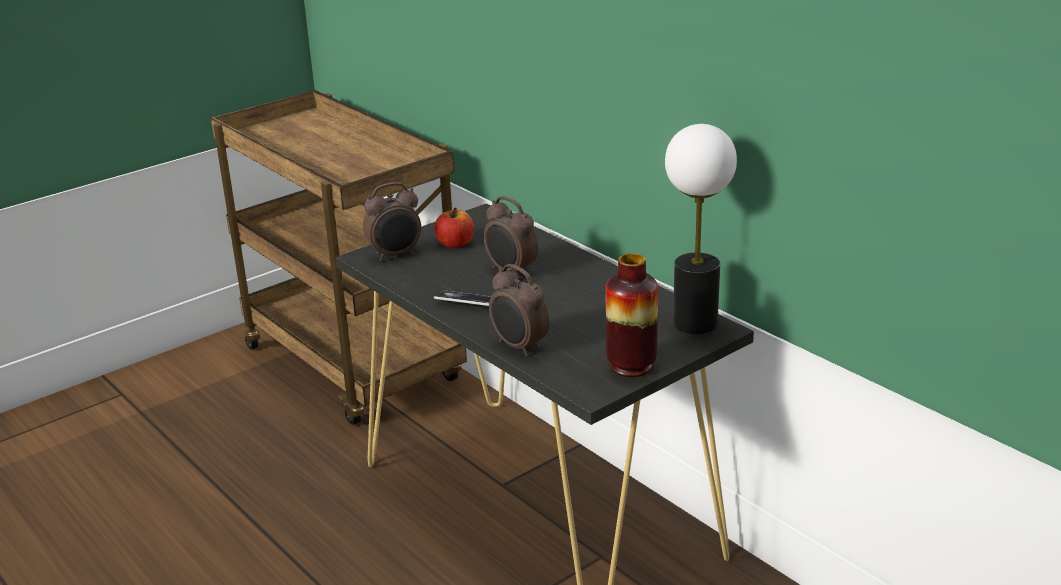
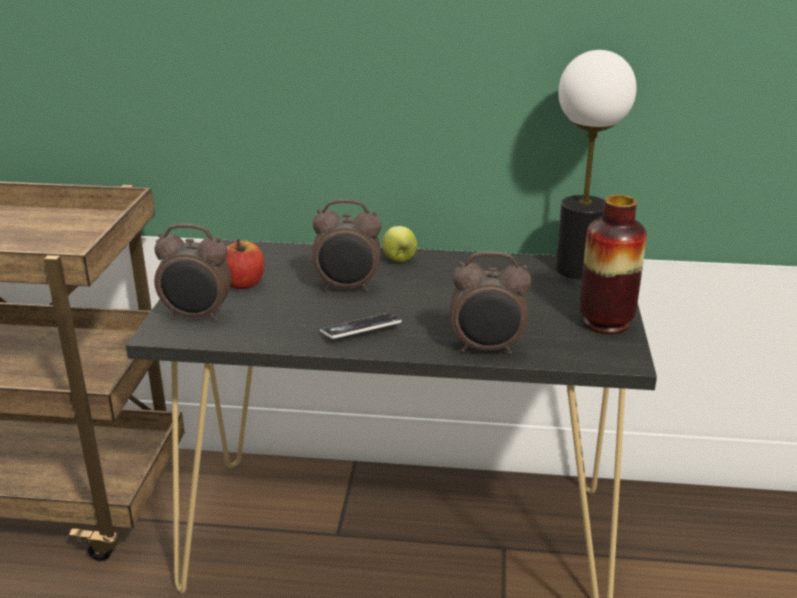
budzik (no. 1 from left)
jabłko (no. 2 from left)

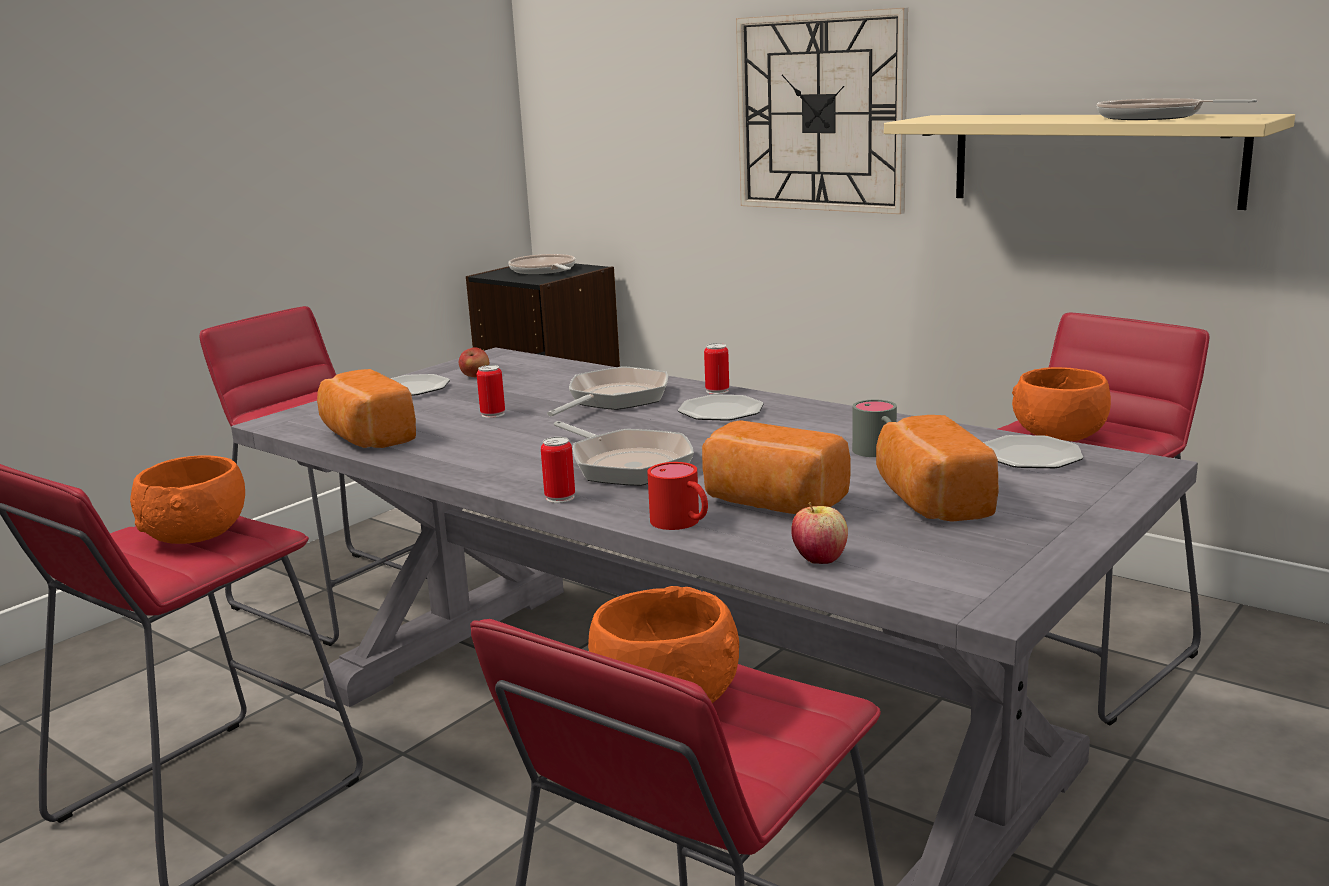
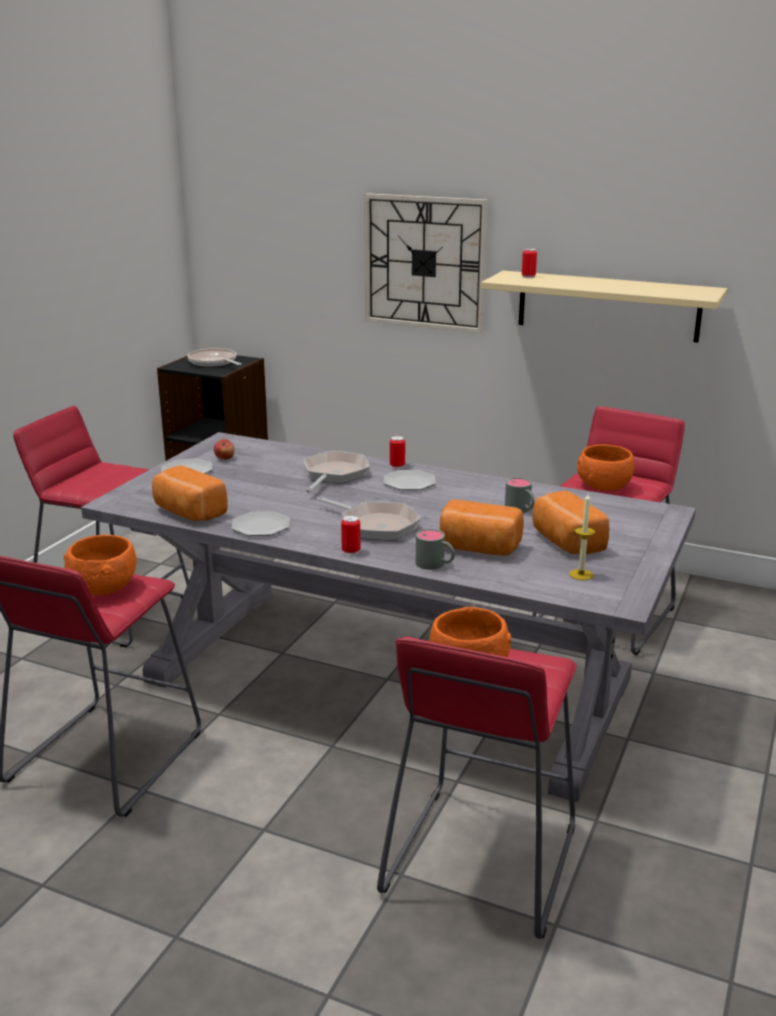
puszka (no. 3 from left)
kubek [szary] (no. 1 from left)
jabłko (no. 2 from left in the first image)
talerz (no. 2 from left)
patelnia (no. 4 from left in the first image)
świeca

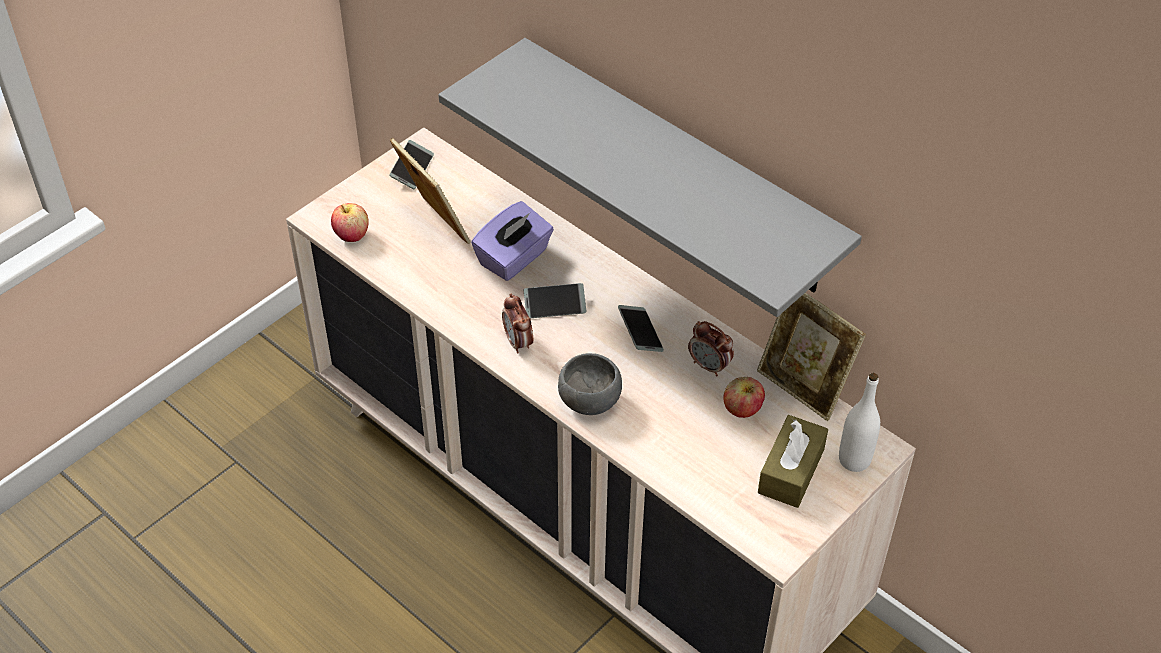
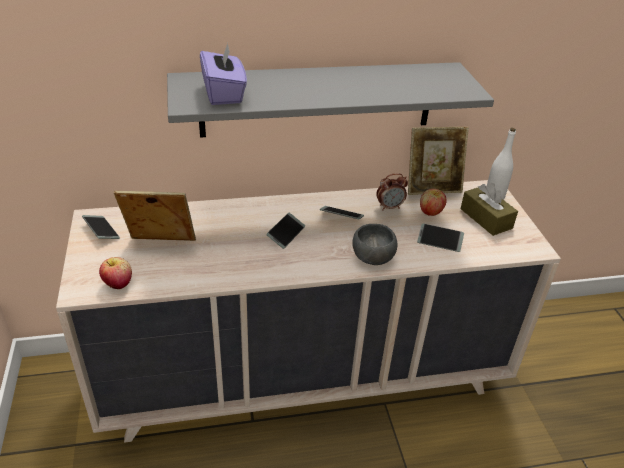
pudełko chusteczek [fioletowy]
budzik (no. 1 from left in the first image)
telefon (no. 4 from left)

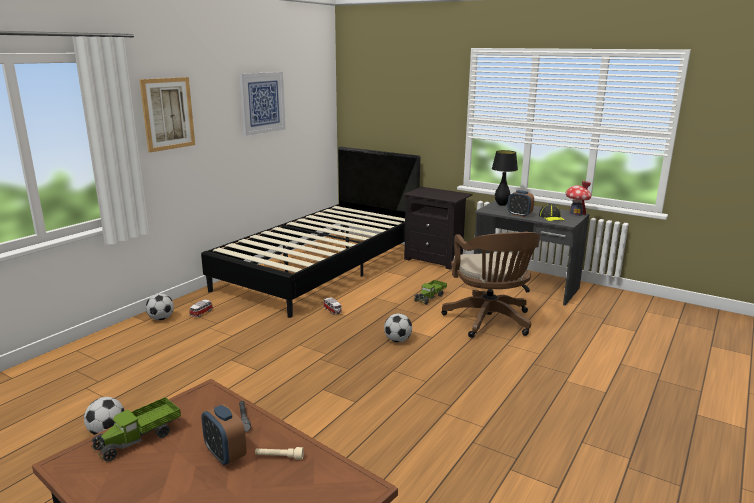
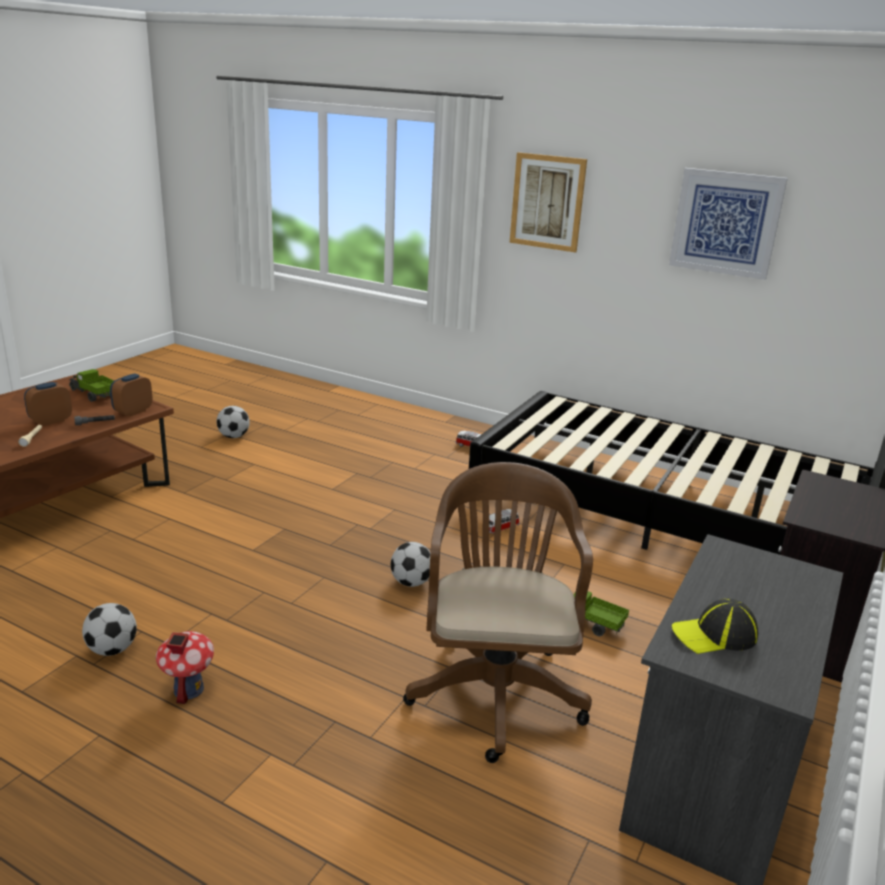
piłka futbolowa (no. 1 from left)
krzesło biurowe [brązowy]
lampa stołowa [czarny]
budzik (no. 2 from left)
domek

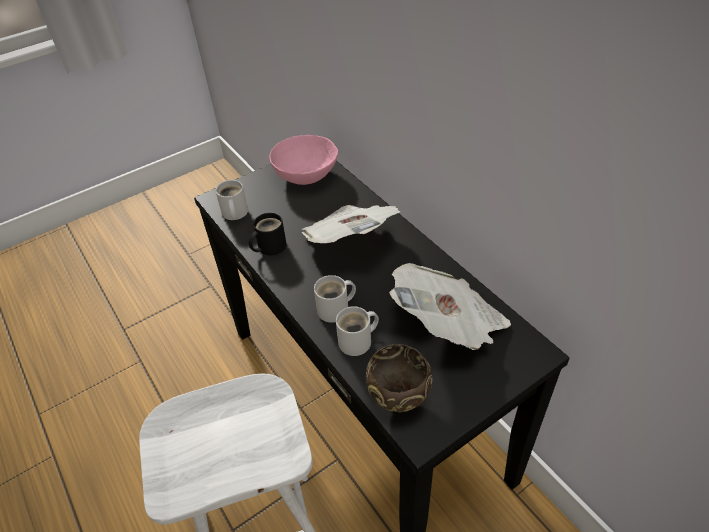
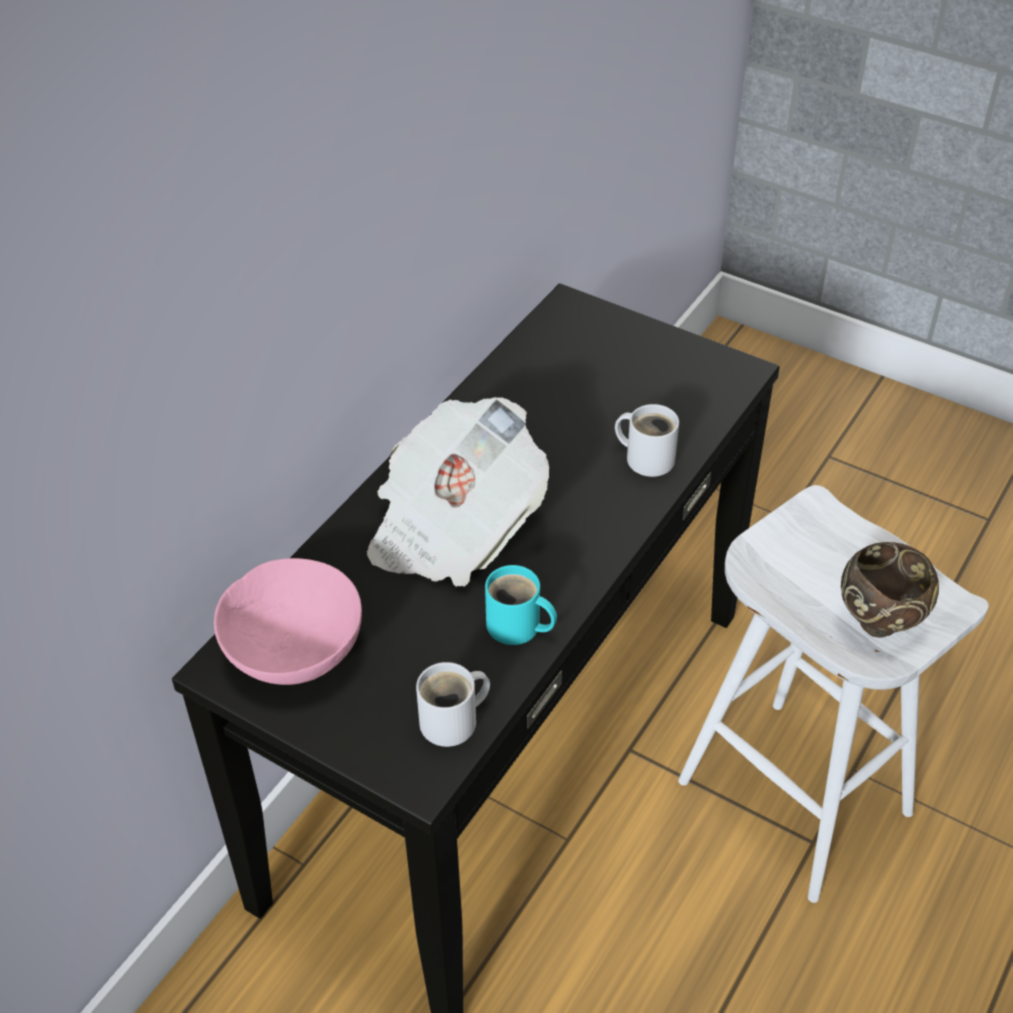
kubek [turkusowy]
kubek [biały] (no. 2 from left in the first image)
miska [brązowy]
gazeta (no. 2 from left in the first image)

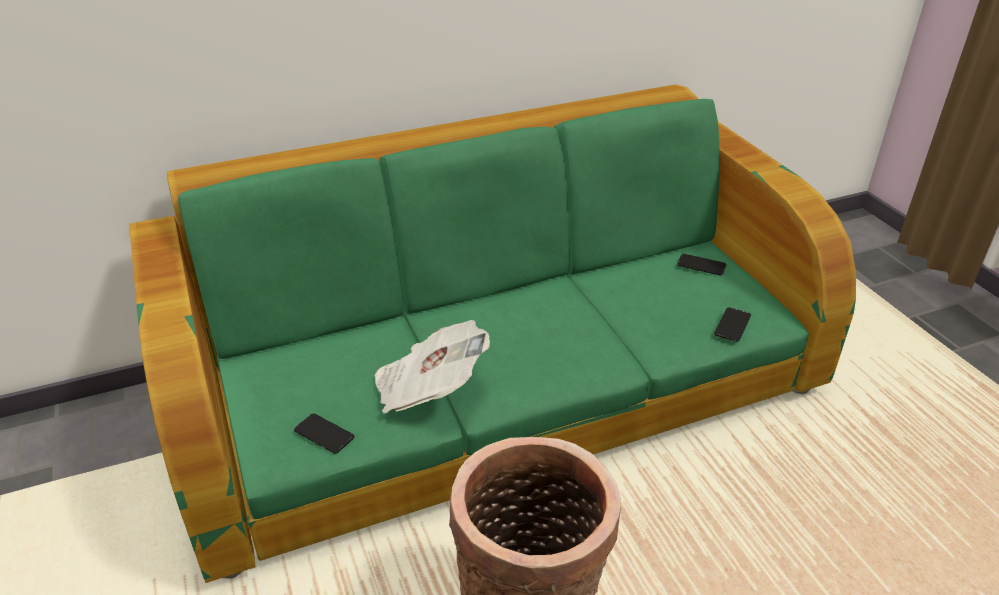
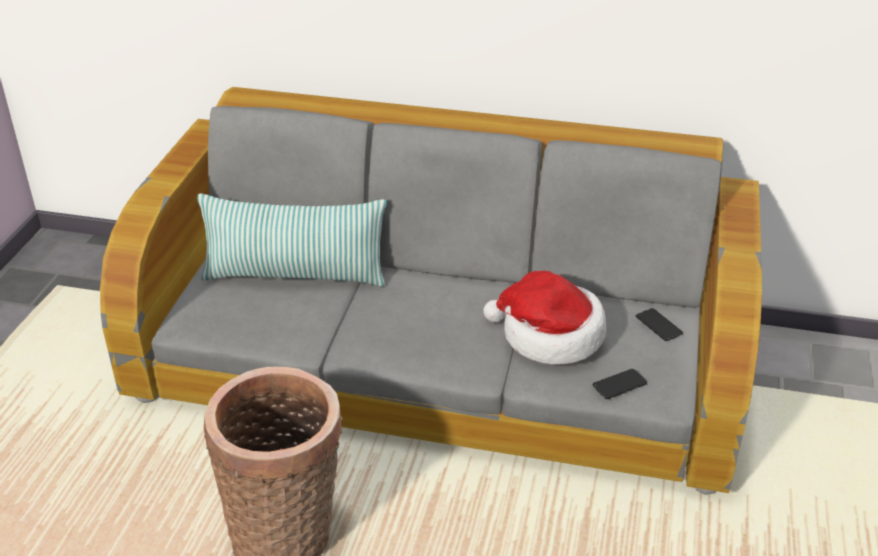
kanapa [szary]
telefon (no. 1 from left in the first image)
gazeta
poduszka
kapelusz

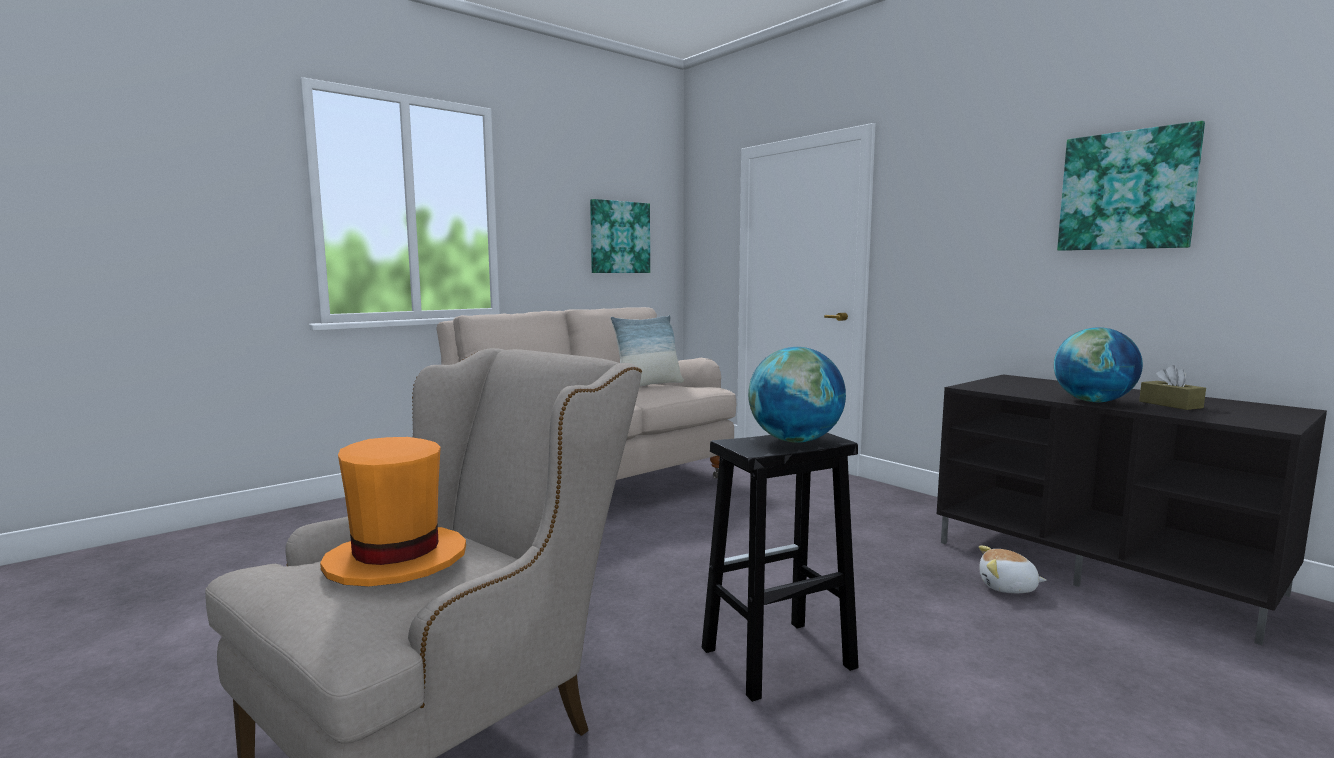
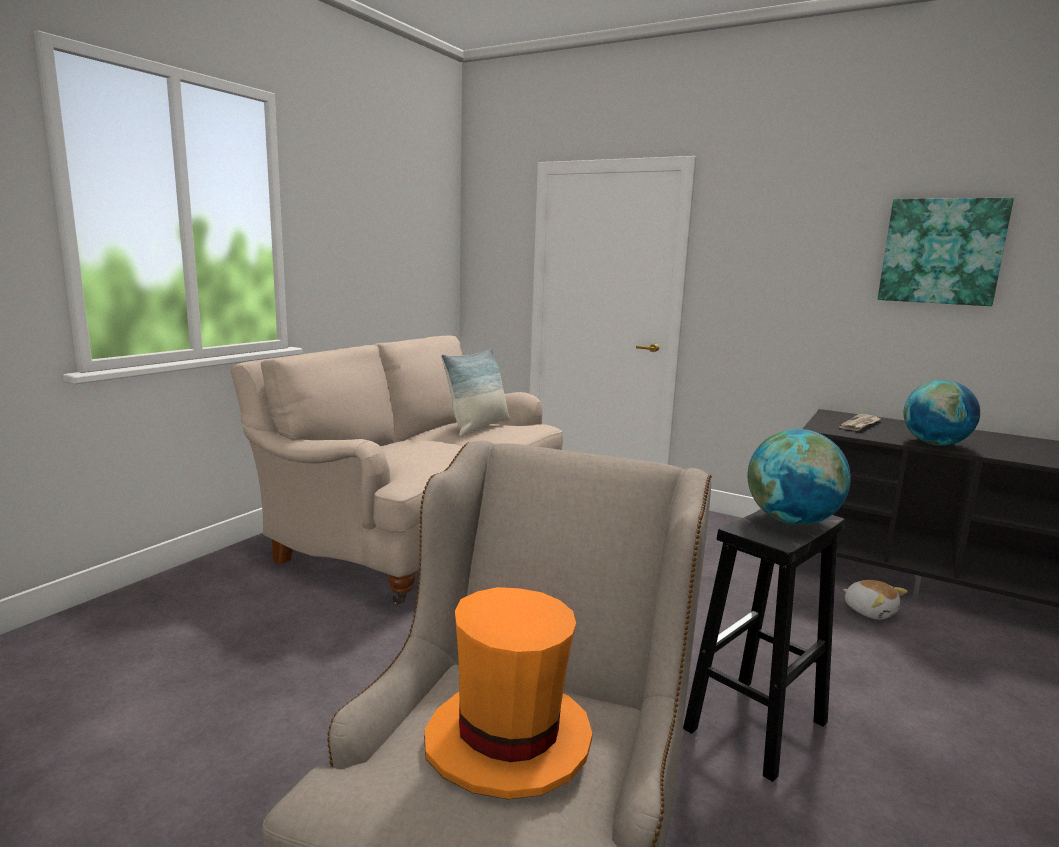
obraz (no. 1 from left in the first image)
pluszak
pudełko chusteczek [brązowy]
gazeta

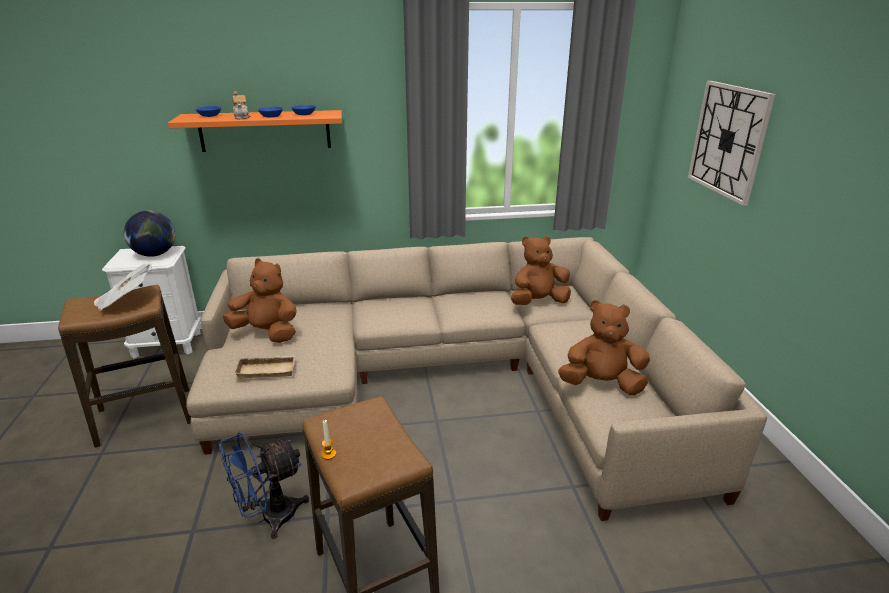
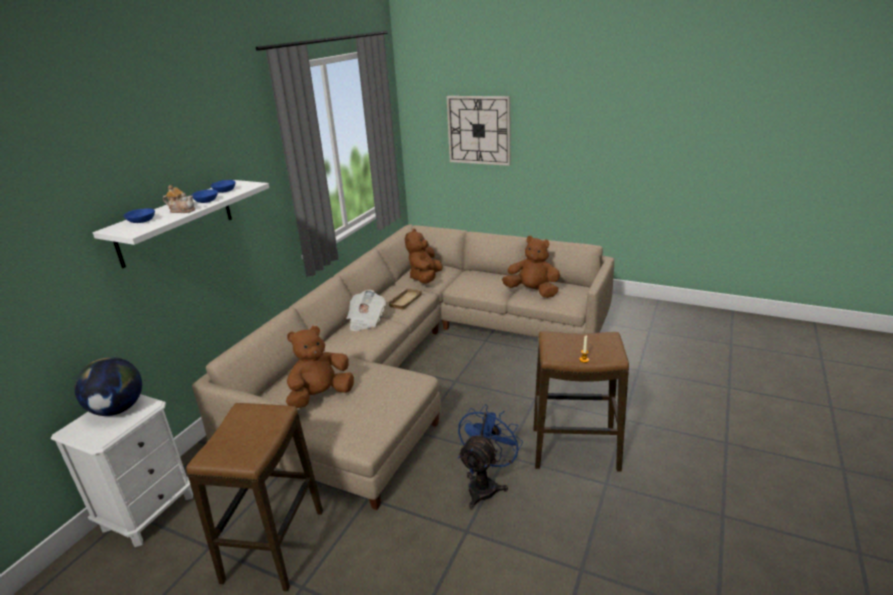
gazeta
półka [biały]
wentylator [niebieski]
taca [beżowy]
pluszak [brązowy] (no. 3 from left)

